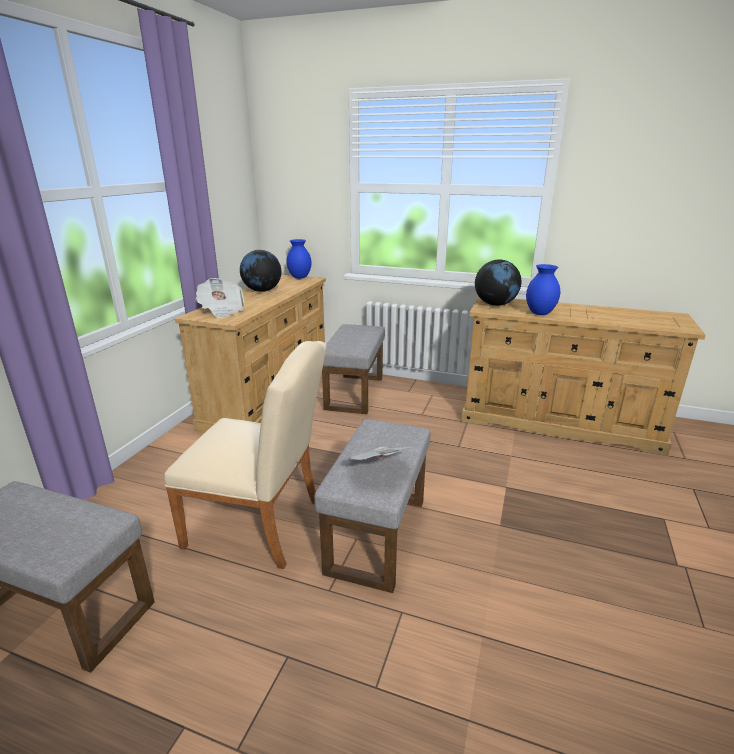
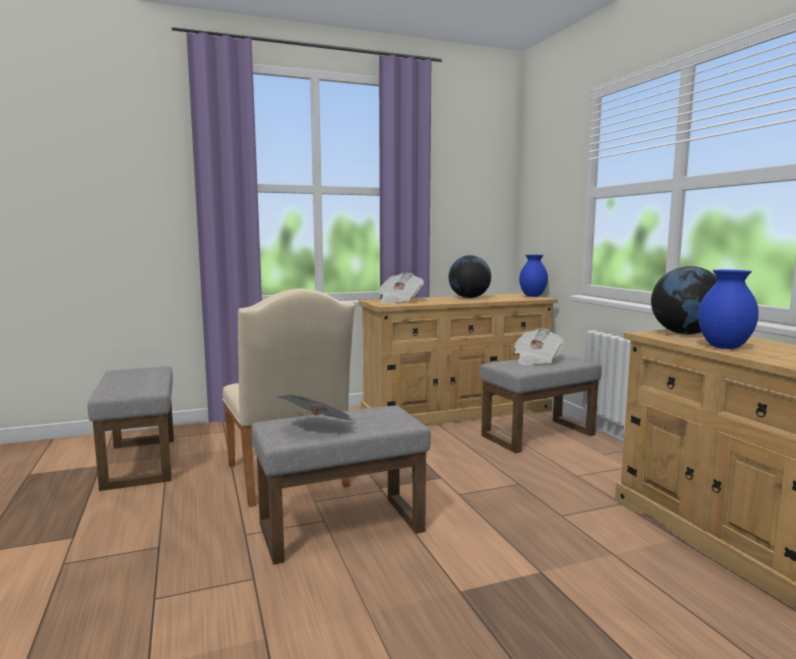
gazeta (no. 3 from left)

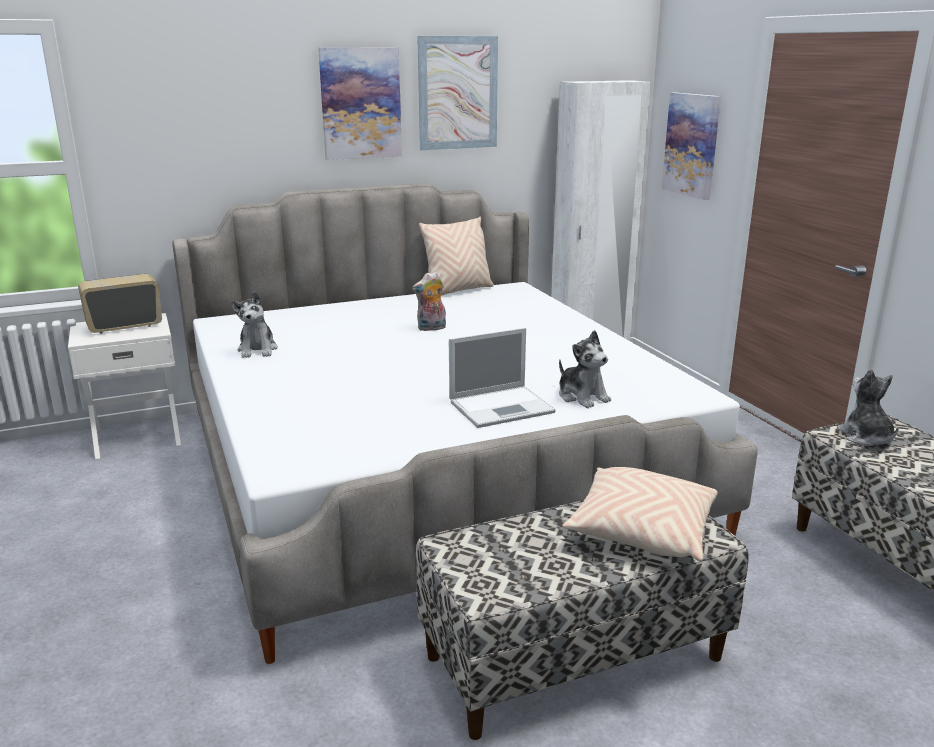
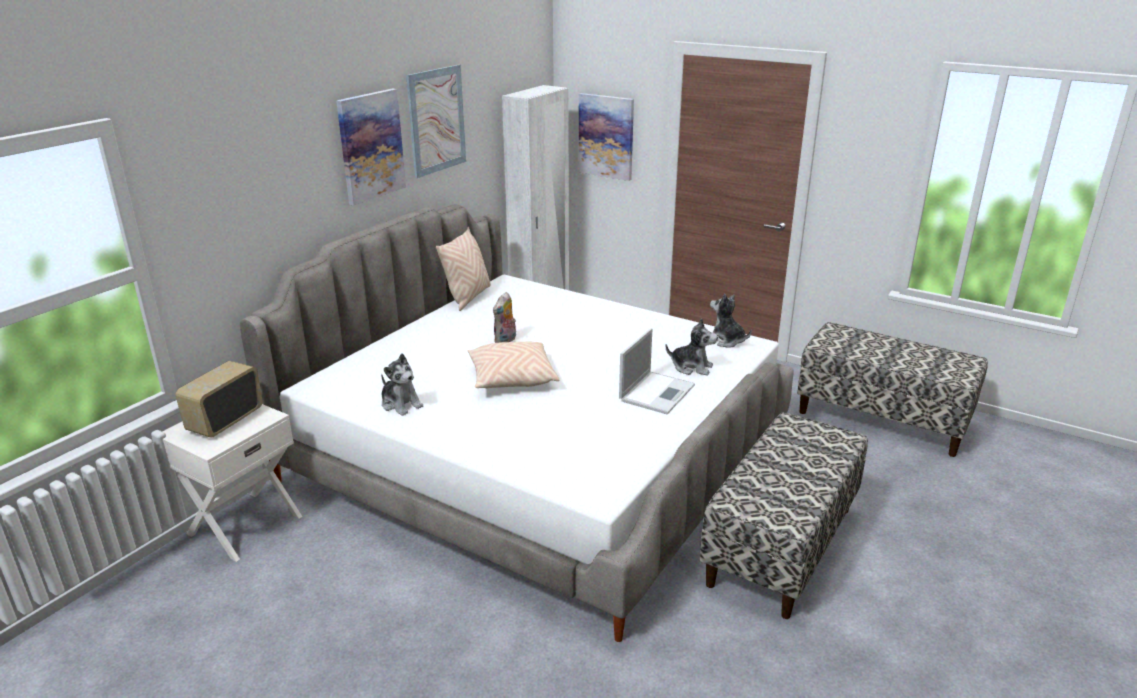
poduszka [beżowy] (no. 2 from left)
pluszak (no. 4 from left)

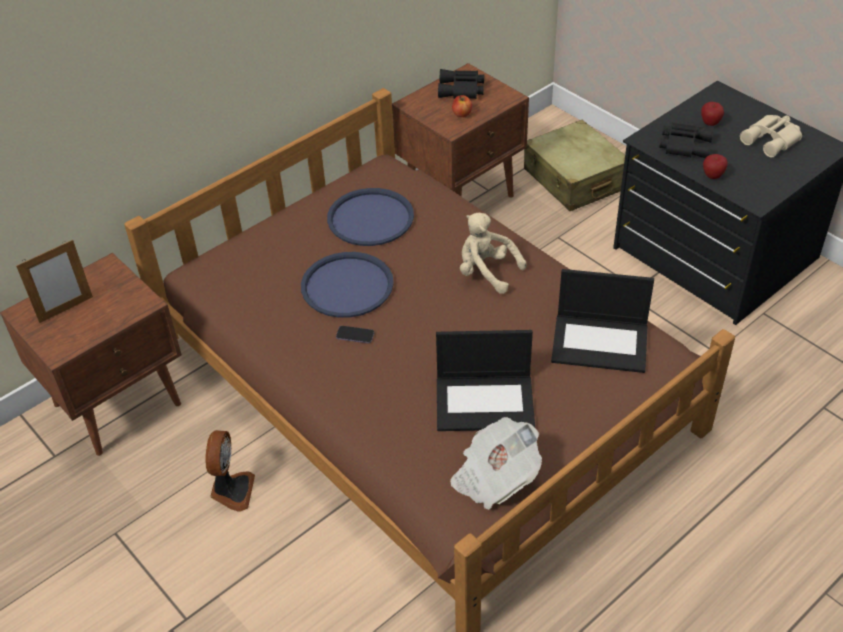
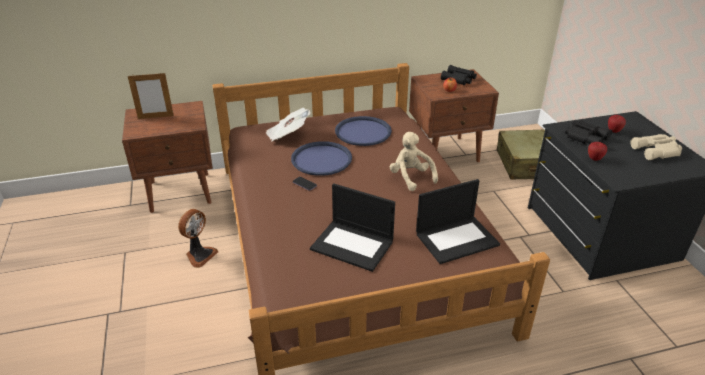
gazeta
laptop (no. 2 from left)

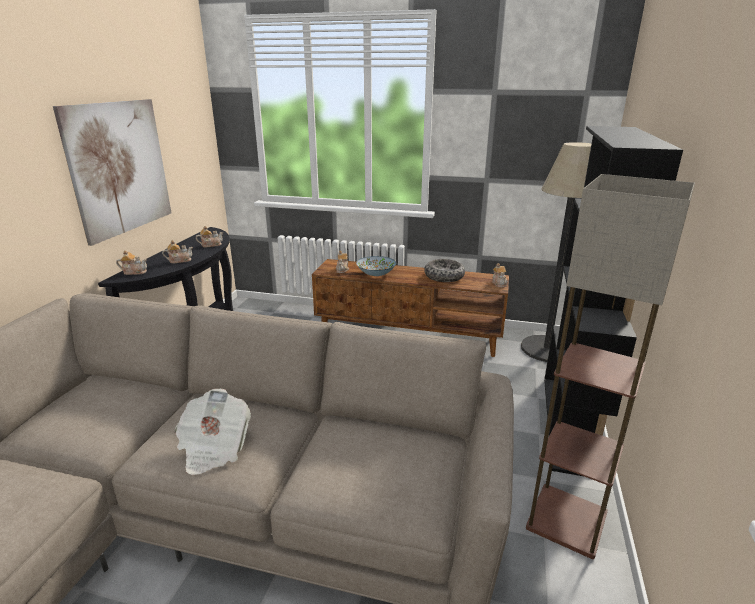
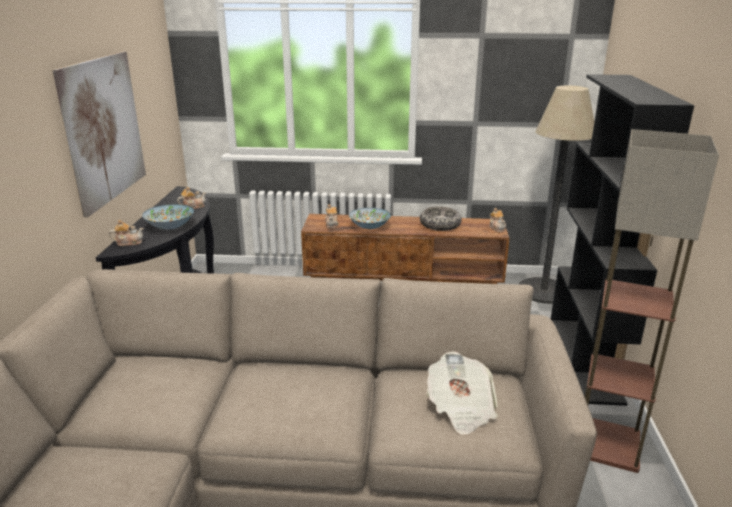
miska (no. 1 from left)
gazeta

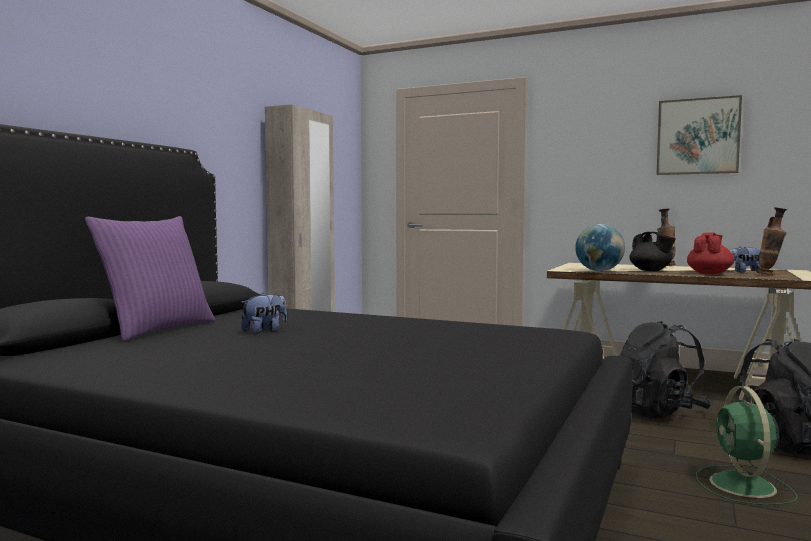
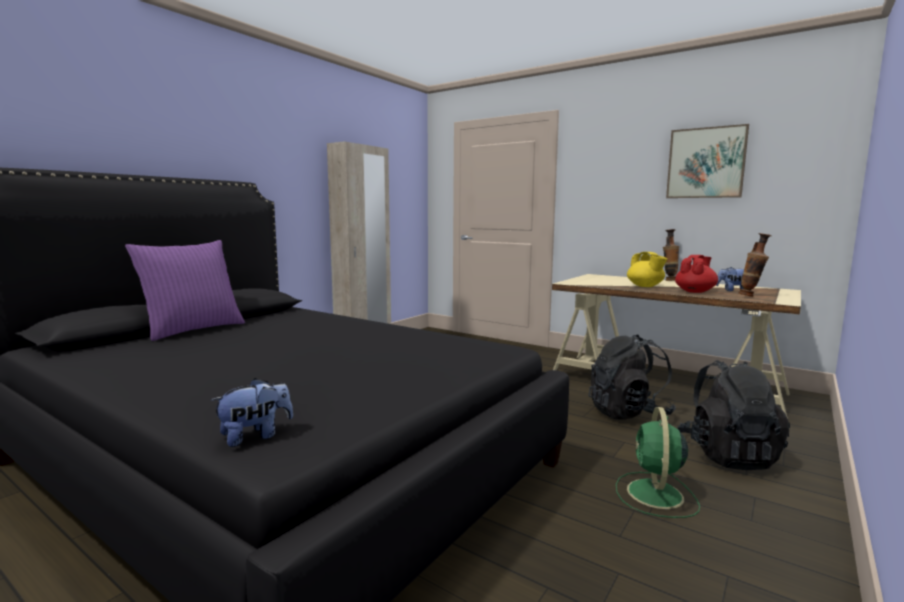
pluszak (no. 1 from left)
globus
imbryk [żółty]

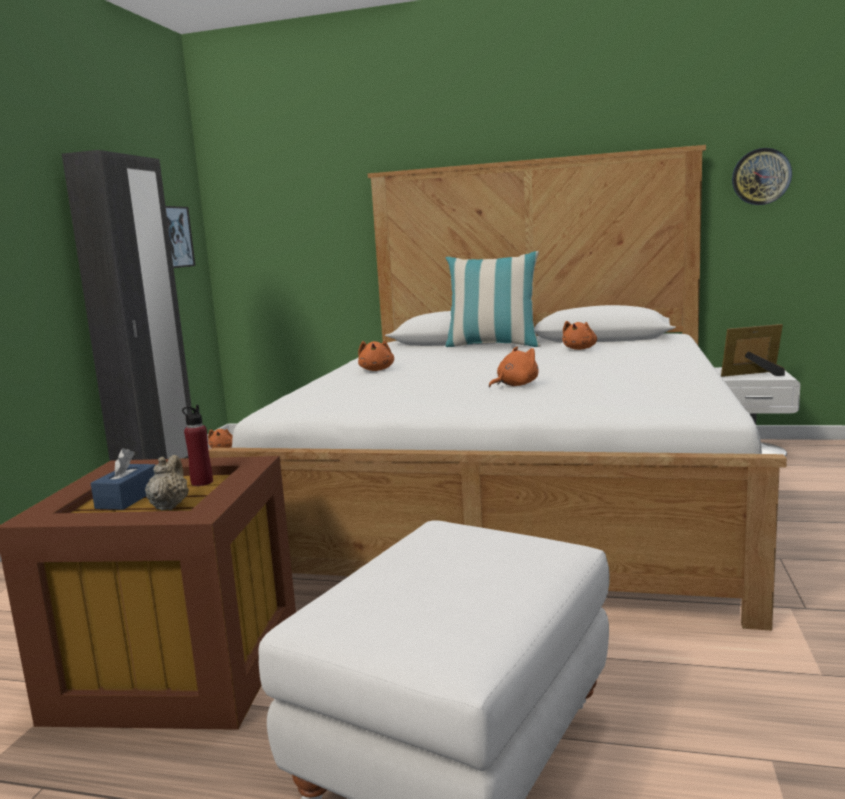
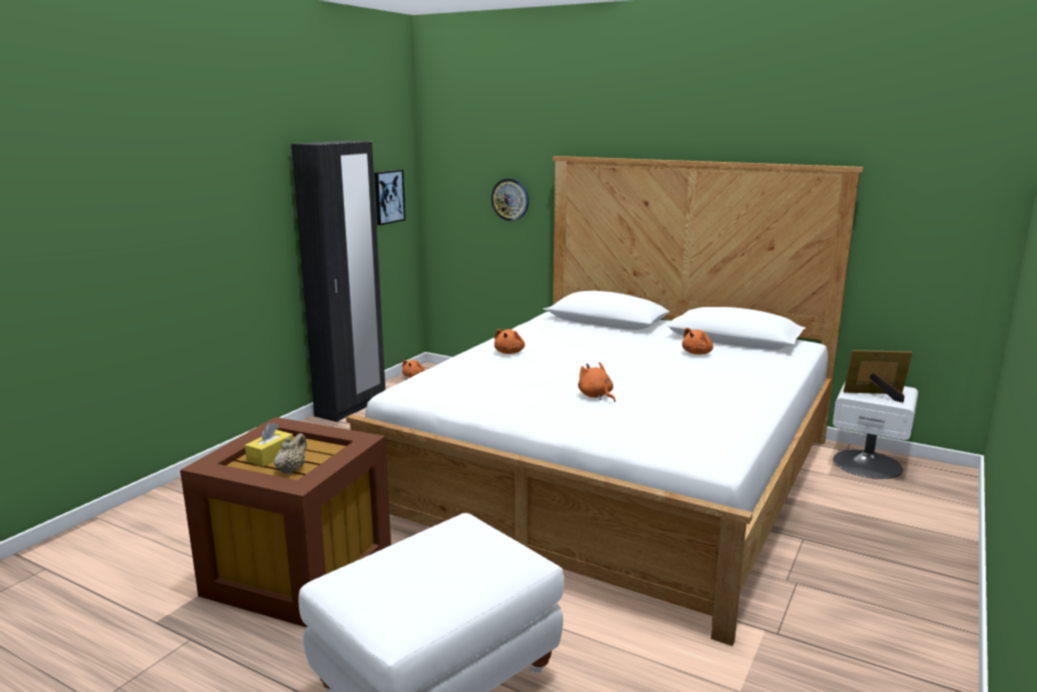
pudełko chusteczek [żółty]
butelka [czerwony]
poduszka
pluszak [pomarańczowy] (no. 3 from left)
zegar ścienny

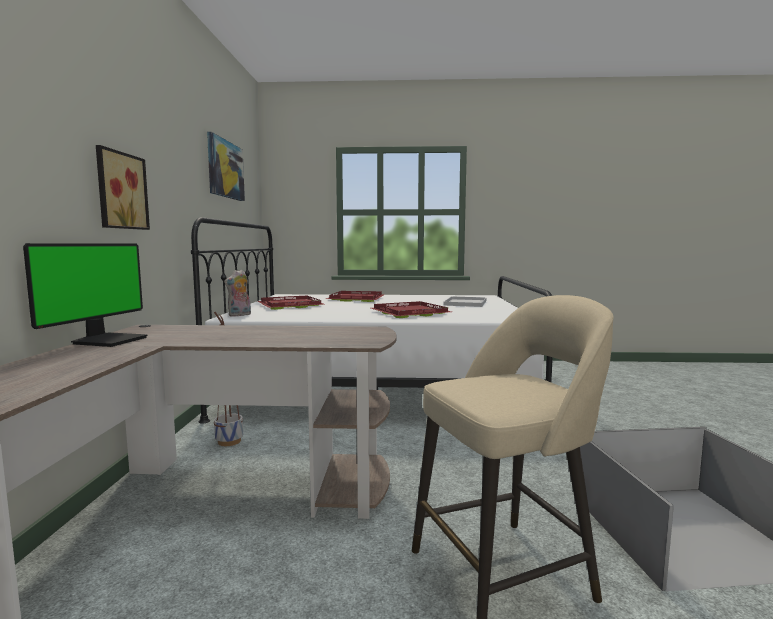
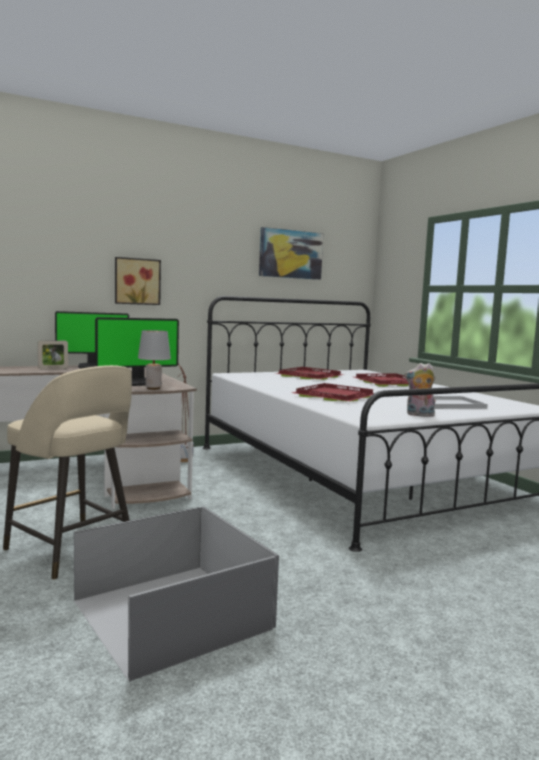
pluszak
ramka na zdjęcie
monitor (no. 2 from left)
lampa stołowa [szary]

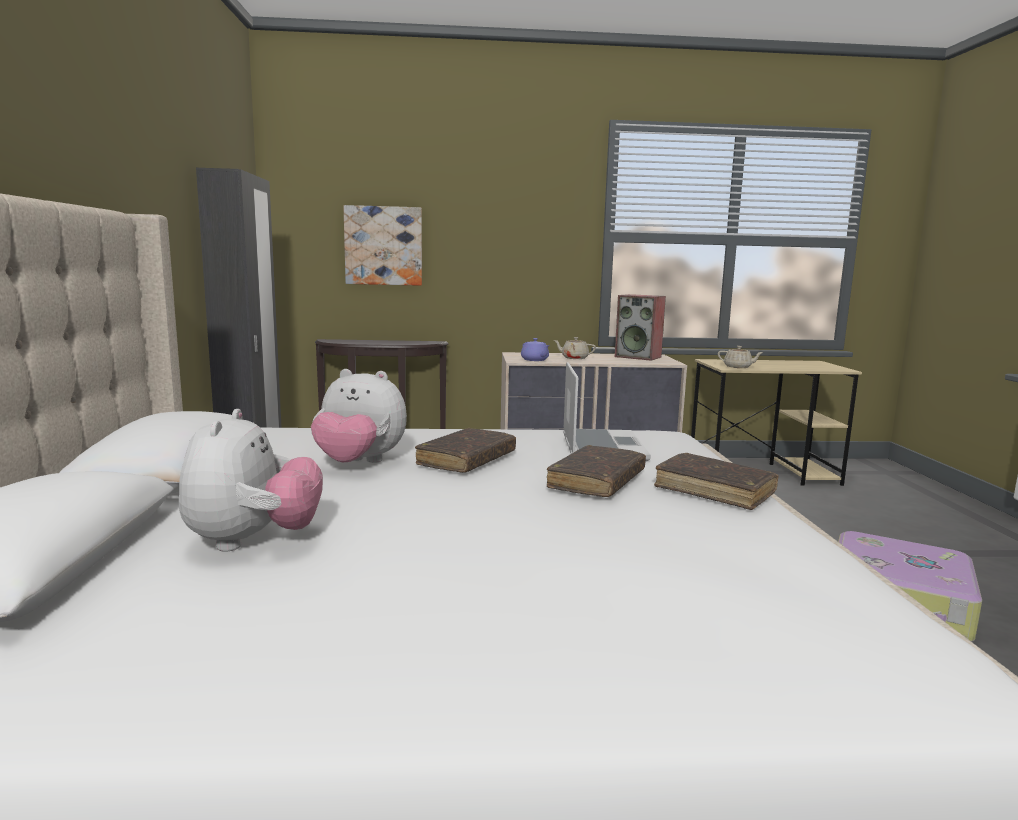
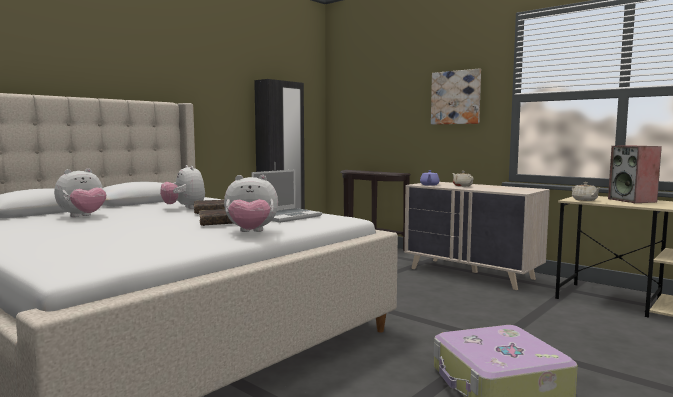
obraz
głośnik
pluszak (no. 3 from left)

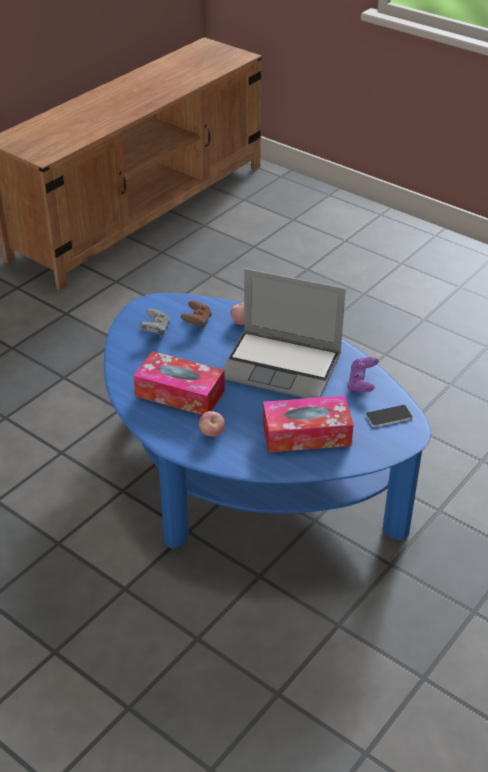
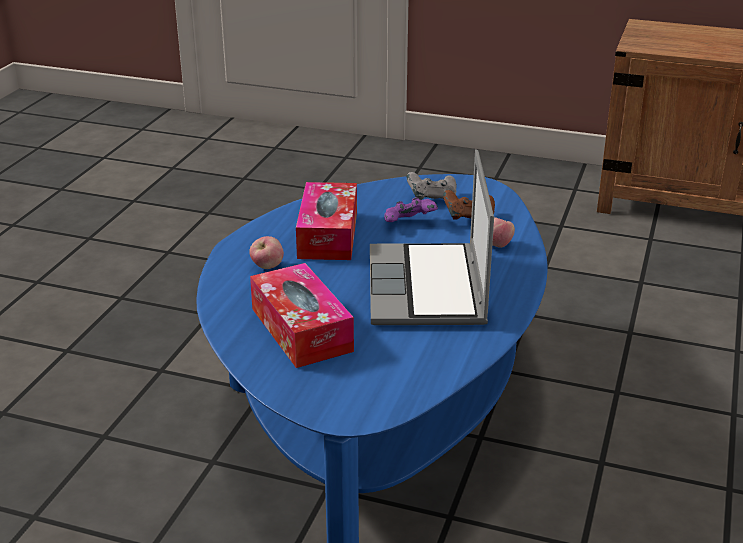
pad do gier [fioletowy]
telefon

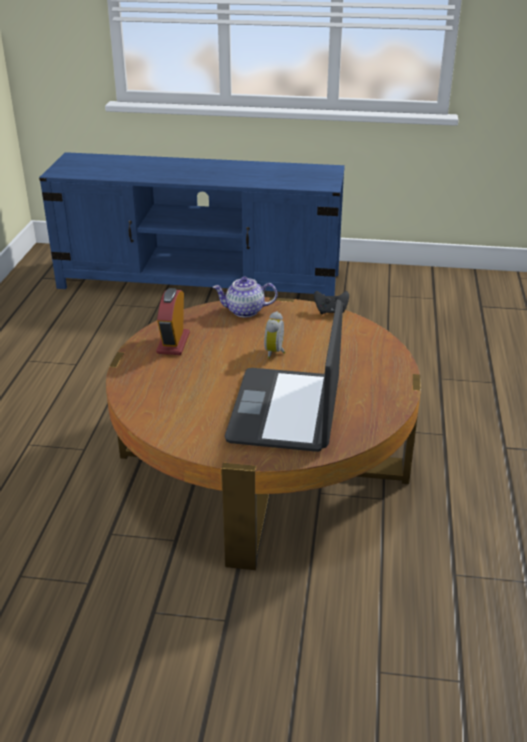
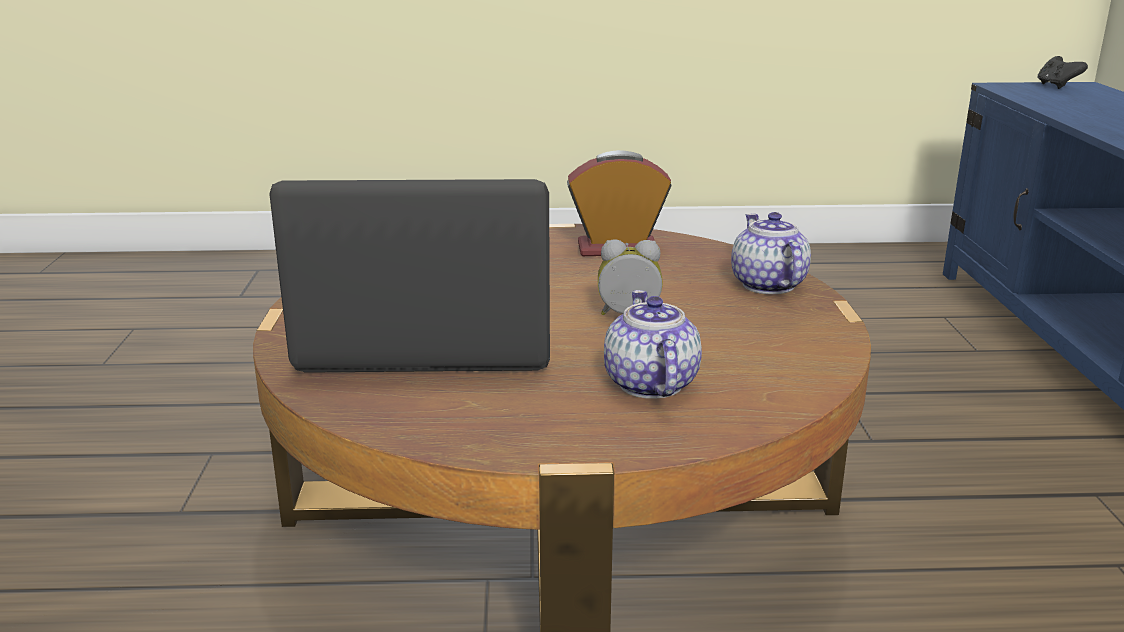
pad do gier [czarny]
imbryk (no. 1 from left)

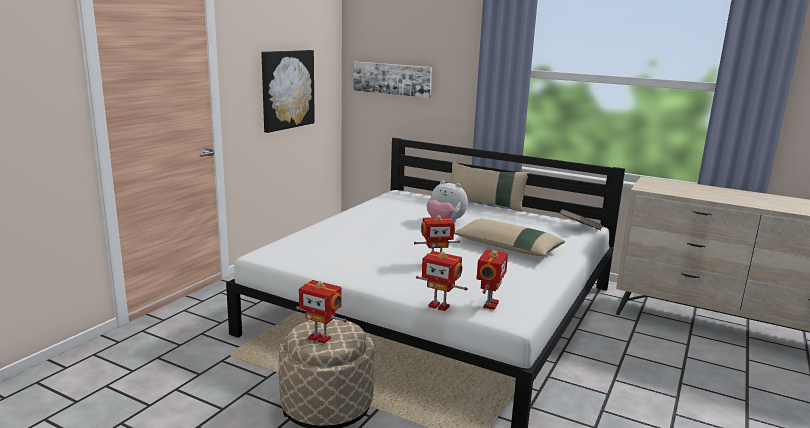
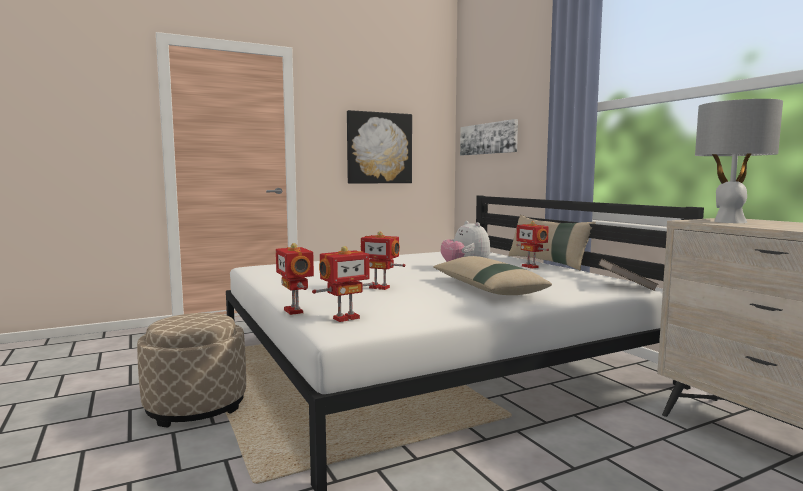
robot zabawkowy (no. 4 from left)
lampa stołowa [szary]

